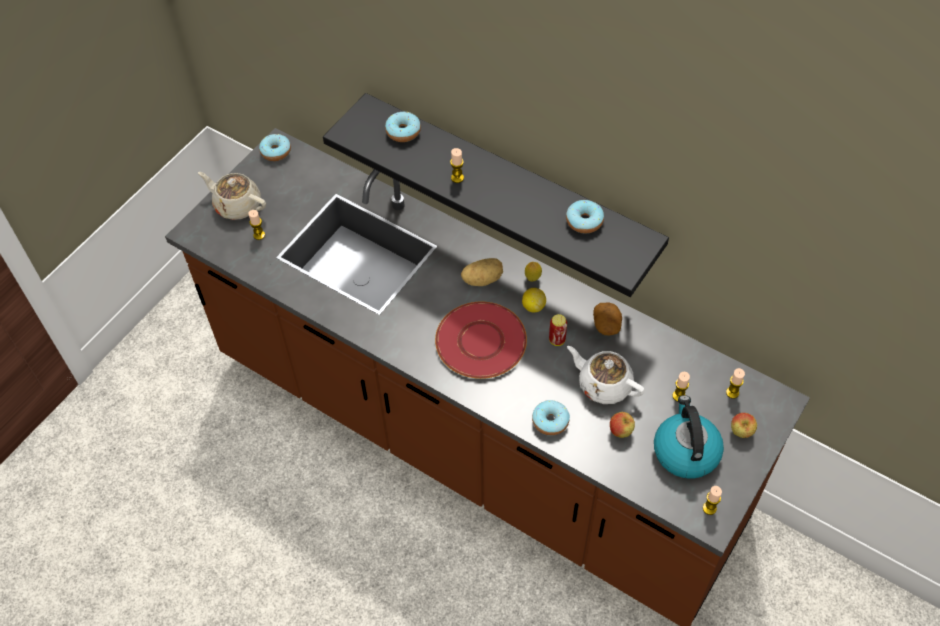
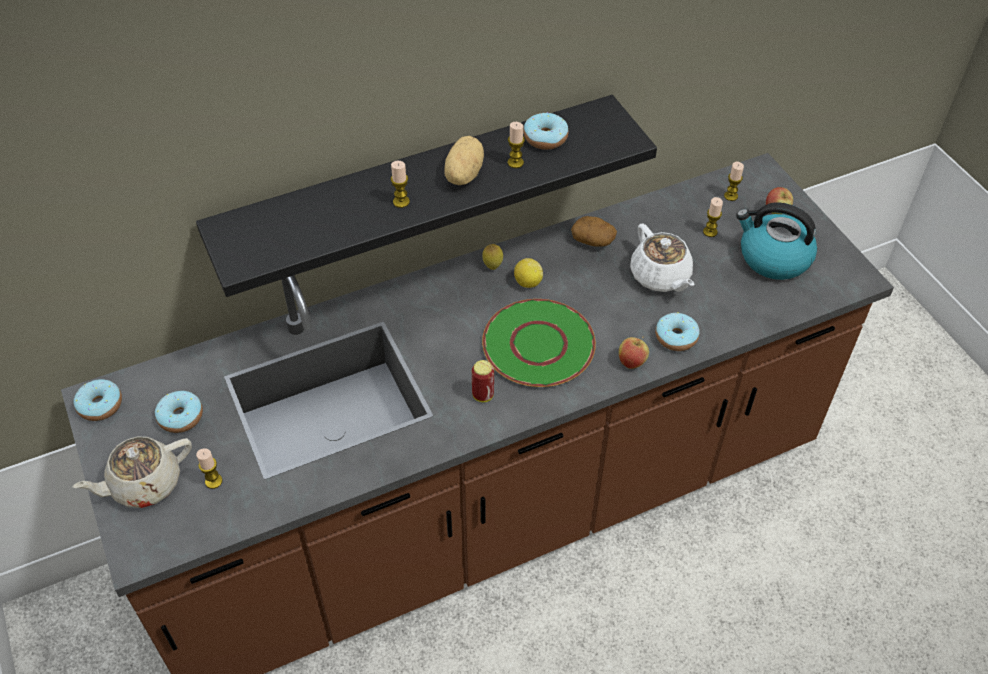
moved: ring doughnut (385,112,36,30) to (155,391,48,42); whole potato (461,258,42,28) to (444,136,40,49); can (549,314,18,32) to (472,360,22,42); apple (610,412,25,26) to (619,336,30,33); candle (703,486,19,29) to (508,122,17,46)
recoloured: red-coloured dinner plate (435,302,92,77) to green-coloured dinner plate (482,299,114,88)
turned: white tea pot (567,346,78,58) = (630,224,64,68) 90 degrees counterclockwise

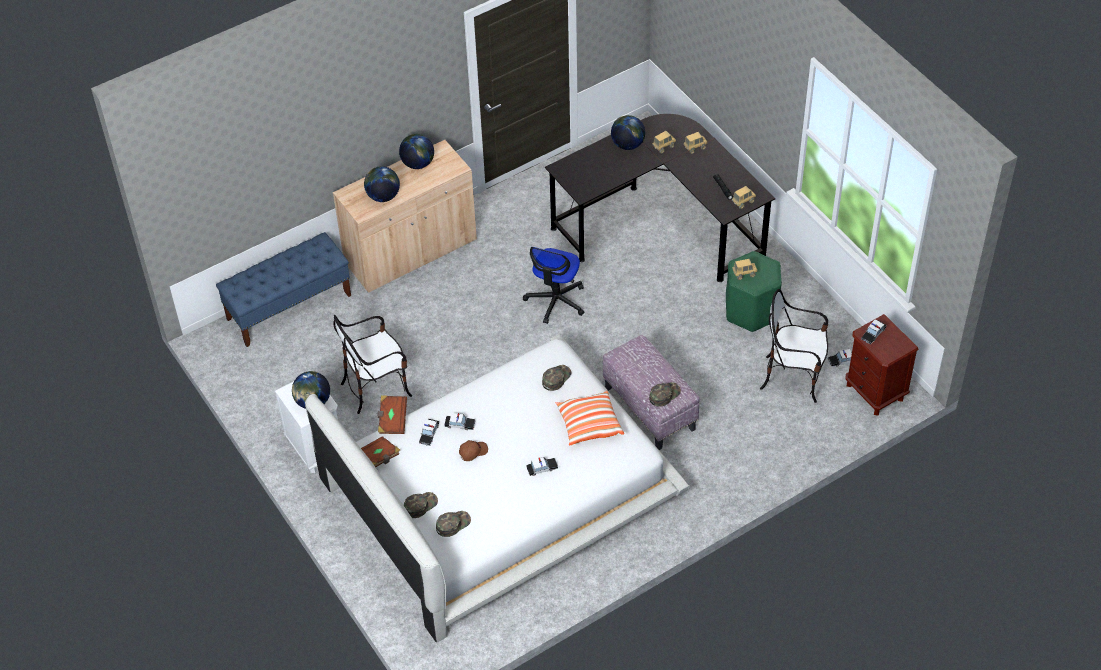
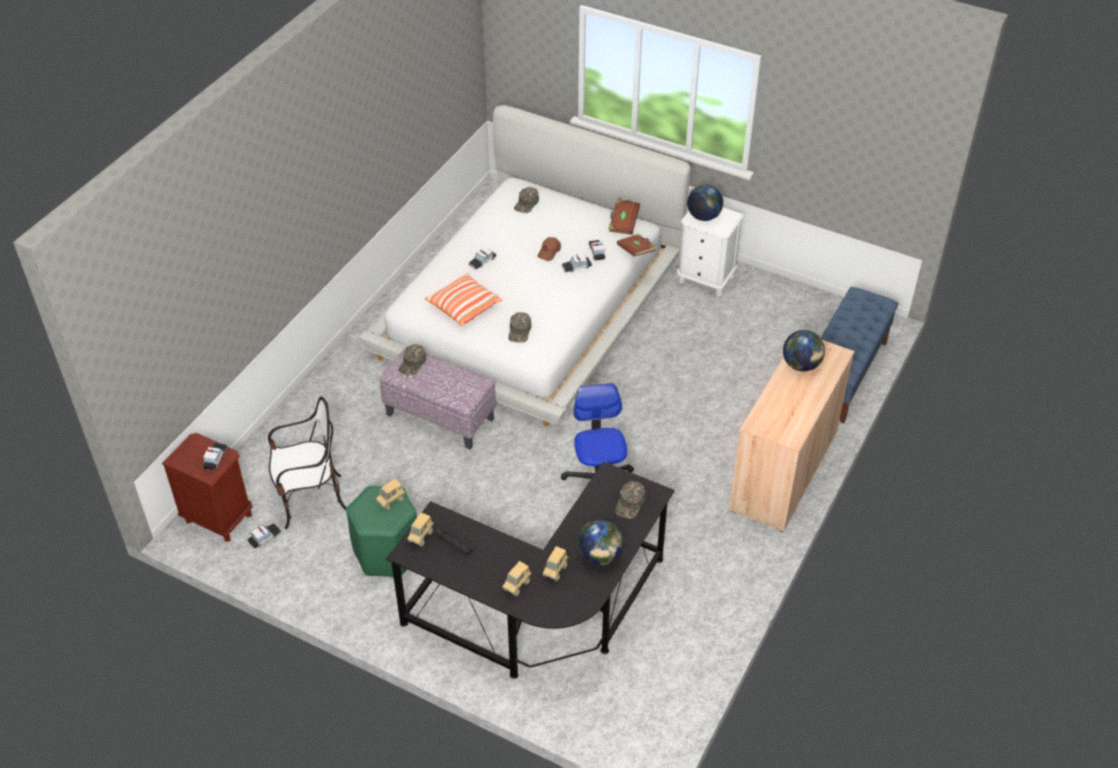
removed: world globe (399,134,35,35); upright chair (333,315,79,99)
moved: green-coloured cap (404,492,34,26) to (615,481,30,38)

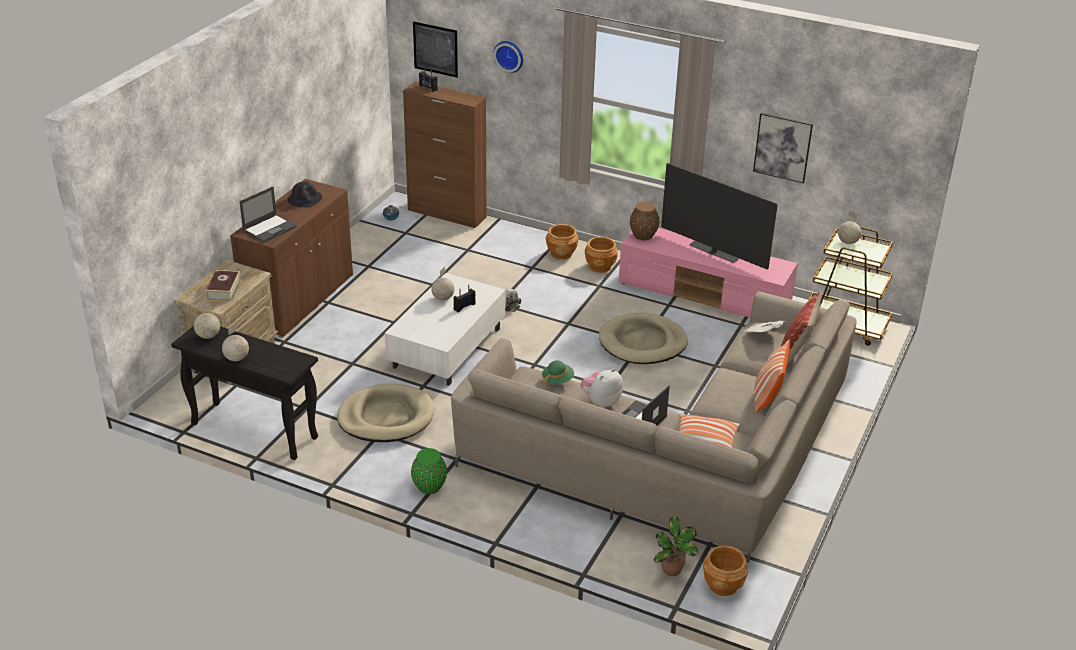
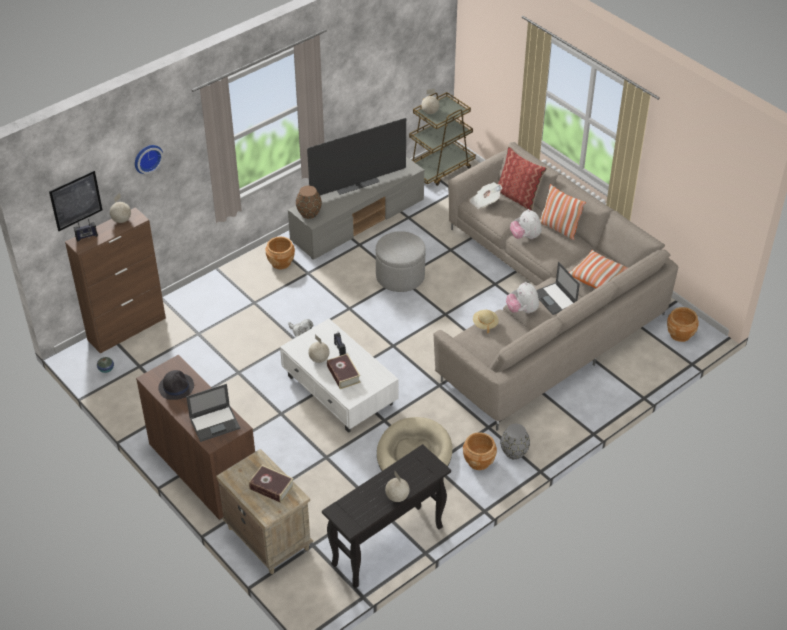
removed: picture (753,113,60,70); plant in a pot (654,516,44,60)
added: cuddly toy (510,209,32,30); volume (327,354,34,35)
moved: brownish flower pot (546,224,32,36) to (463,432,34,38); world globe (194,303,26,36) to (110,193,21,30)
replaced: sand-coloured pet bed (599,313,89,51) to gray ottoman (376,231,50,61)
recoloured: pinkish tv unit (619,228,179,90) to gray tv unit (288,157,136,102); green-coloured clothing hat (542,360,32,25) to sand-coloured clothing hat (473,310,26,23); green-coloured decorative vase (411,448,36,46) to gray decorative vase (500,424,30,36)
turned: notebook computer (239,187,58,56) = (186,384,54,58) 90 degrees clockwise

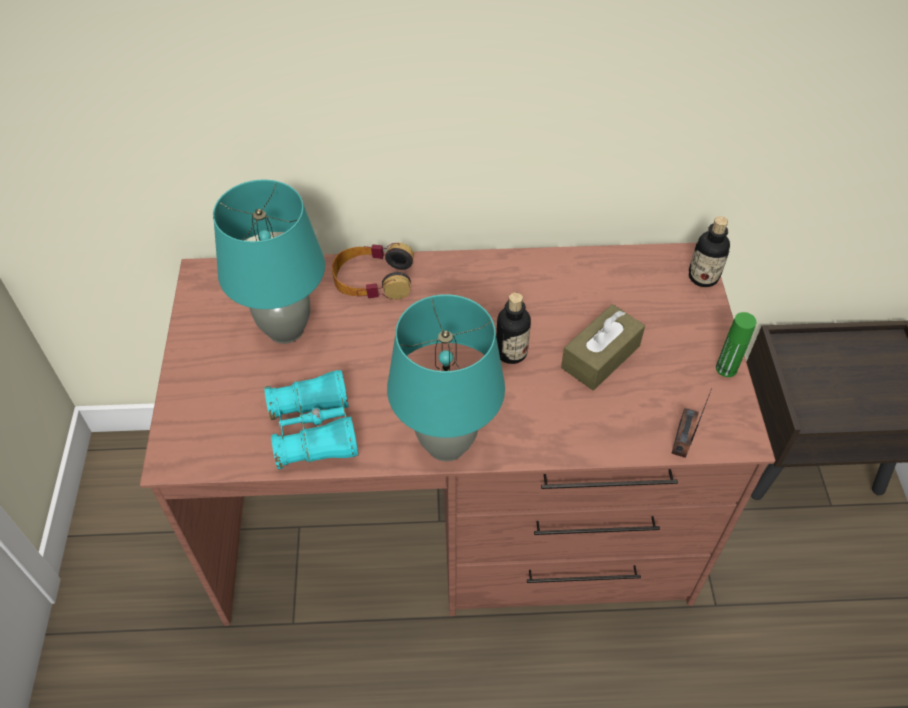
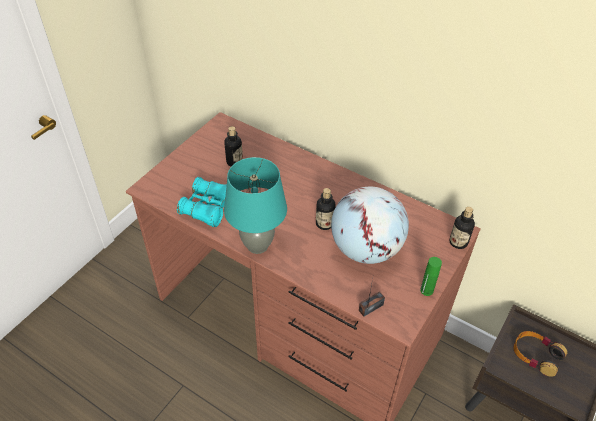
moved: headset (332,243,82,57) to (513,331,55,46)
replaced: turquoise tabletop lamp (213,179,112,165) to beverage bottle (224,126,19,40); brownish box of tissues (561,304,84,86) to world globe (331,187,78,77)

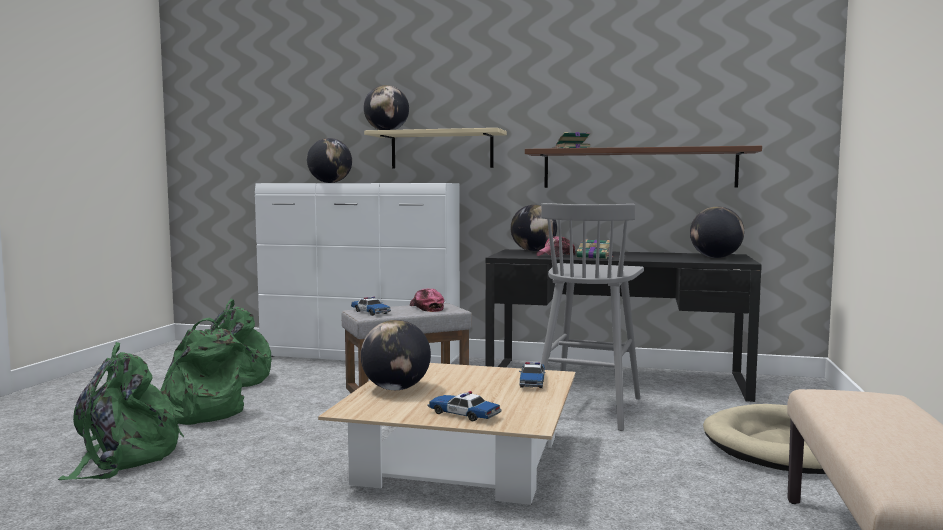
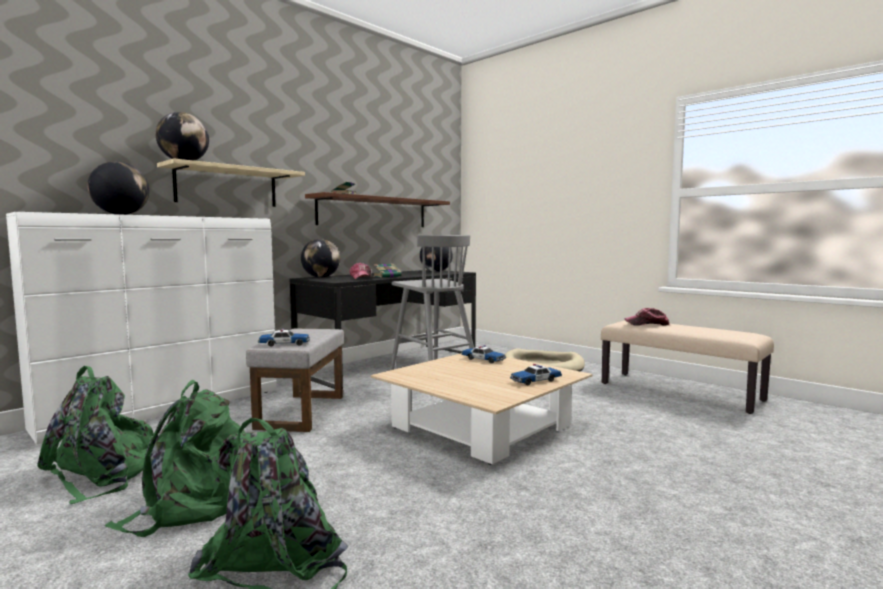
removed: world globe (360,320,71,70)
moved: cap (410,289,34,23) to (625,308,44,18)

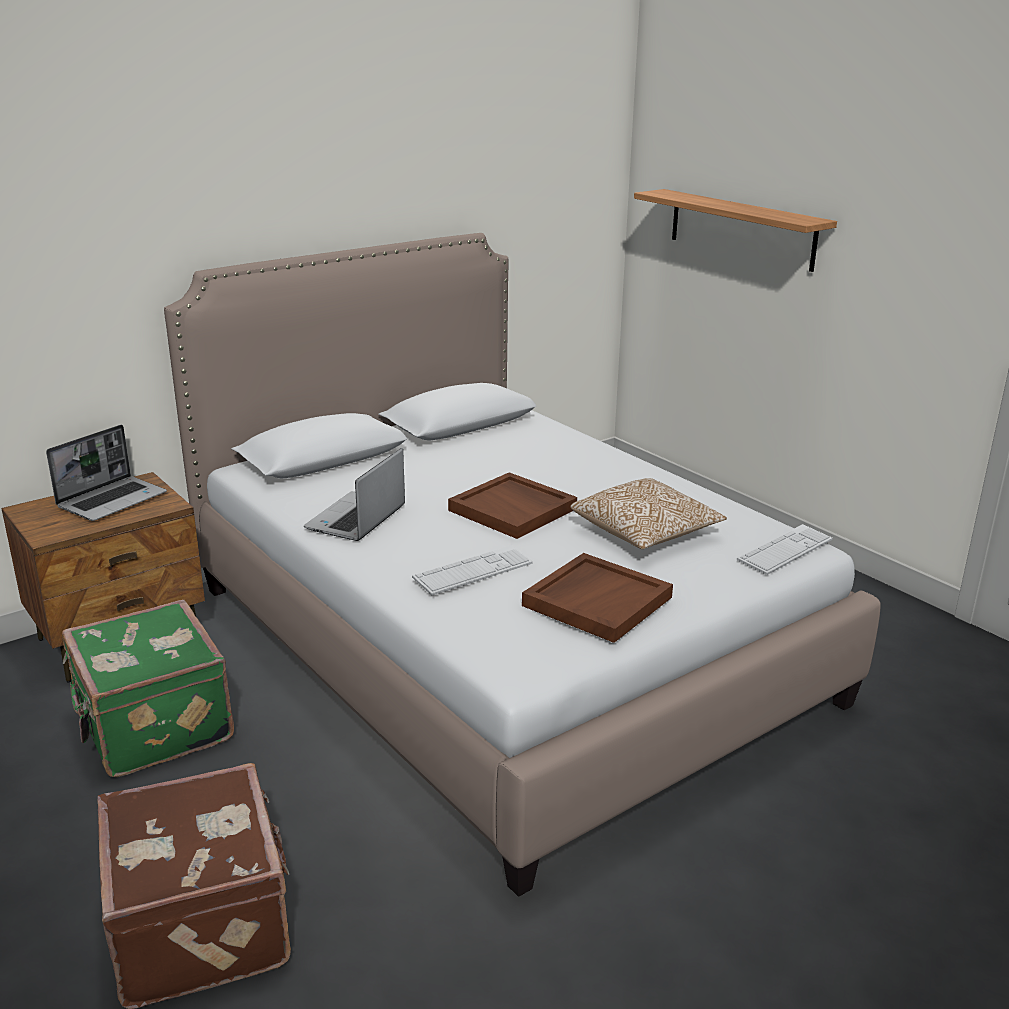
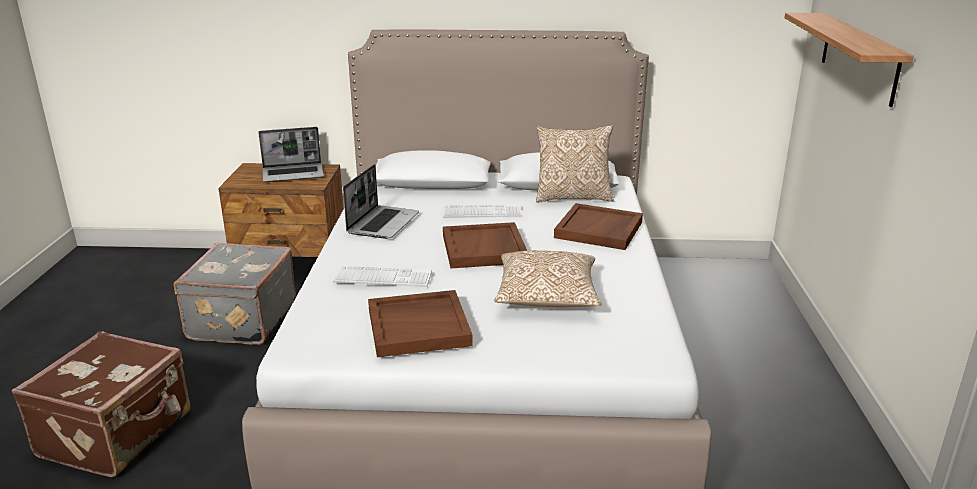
added: throw pillow (536,125,78,78); brownish carrying tray (554,203,89,47)
moved: keyboard (737,524,96,51) to (443,204,79,14)
recoloured: green-coloured travel case (62,600,172,177) to gray travel case (174,242,122,103)
turned: notebook computer (304,448,101,93) = (343,164,76,75) 135 degrees clockwise

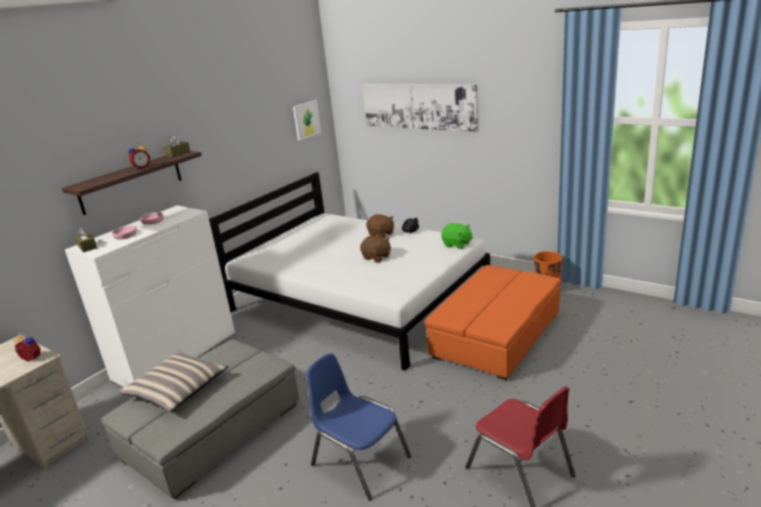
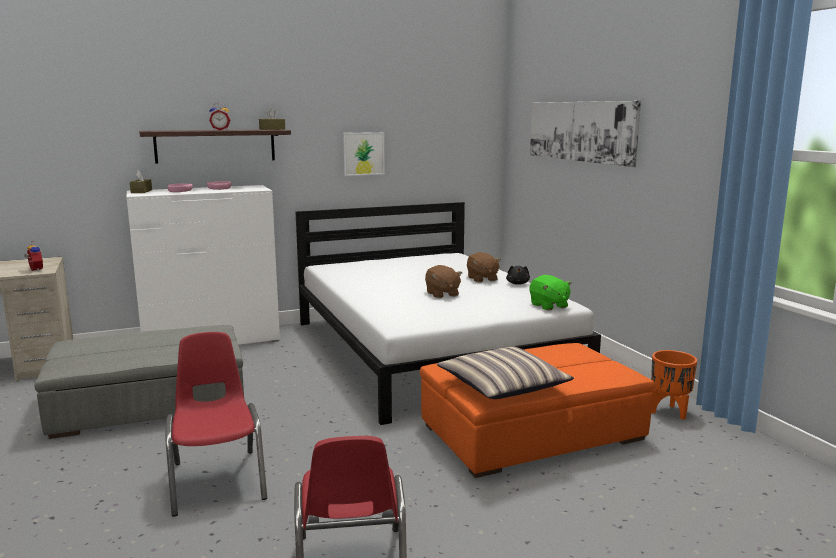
moved: picture (293,100,28,41) to (343,132,42,44); throw pillow (119,351,109,61) to (437,347,137,52)
recoloured: bluish upright chair (306,353,105,148) to red-coloured upright chair (165,332,102,185)

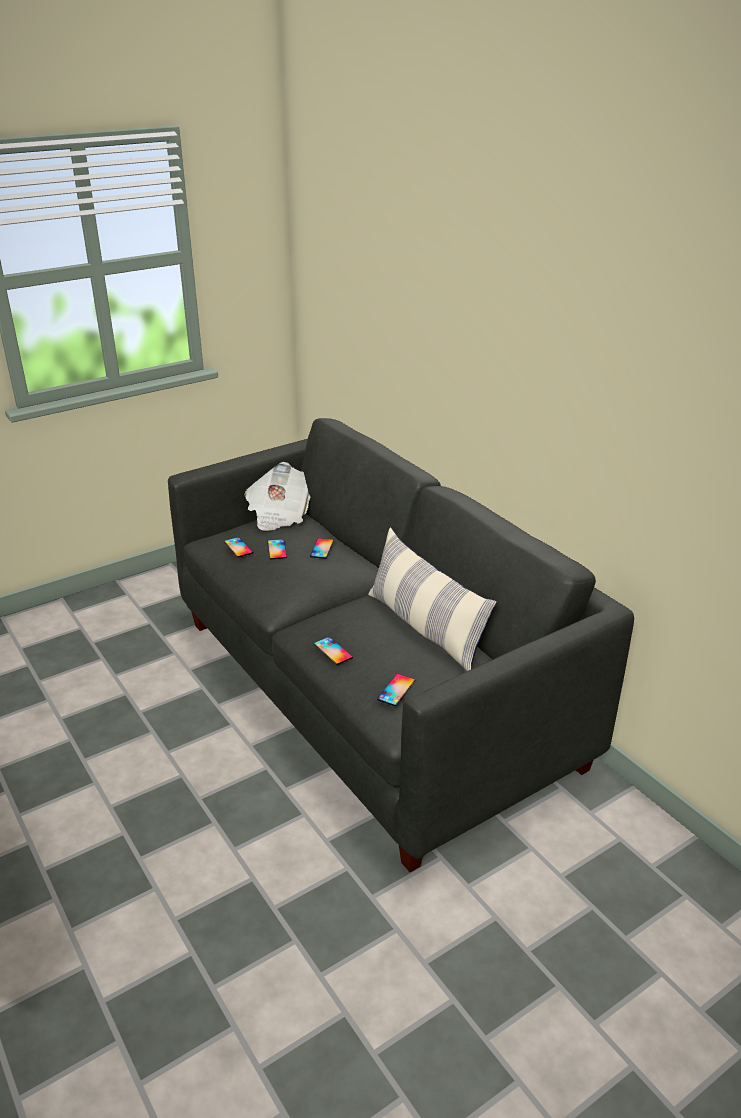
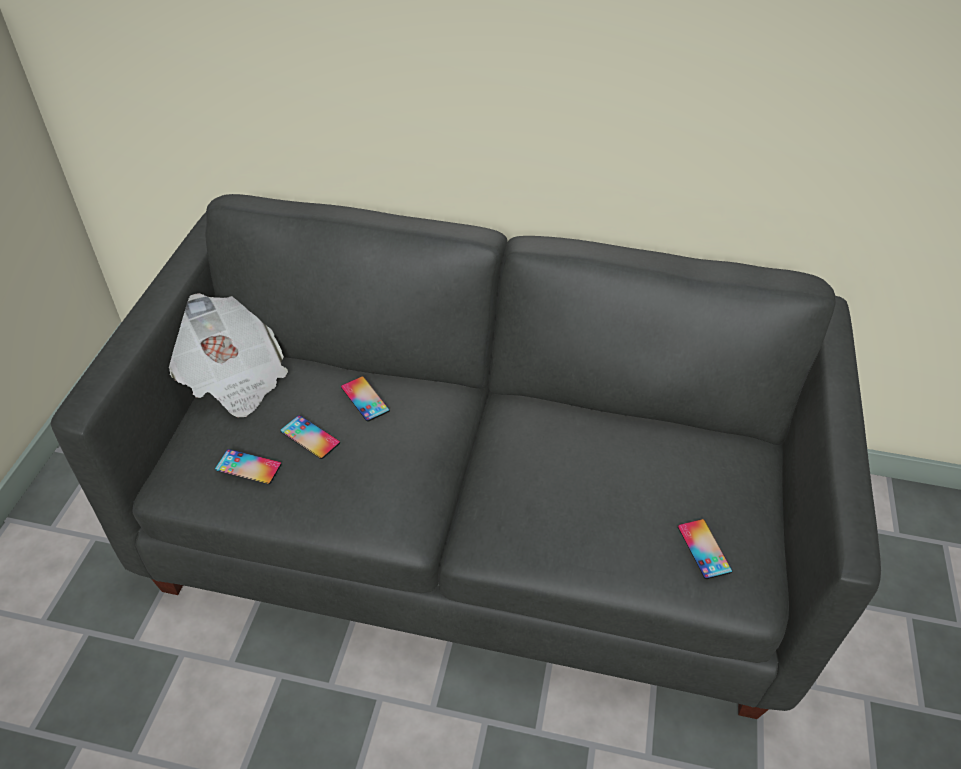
removed: throw pillow (368,527,129,144); handset (314,637,39,28)

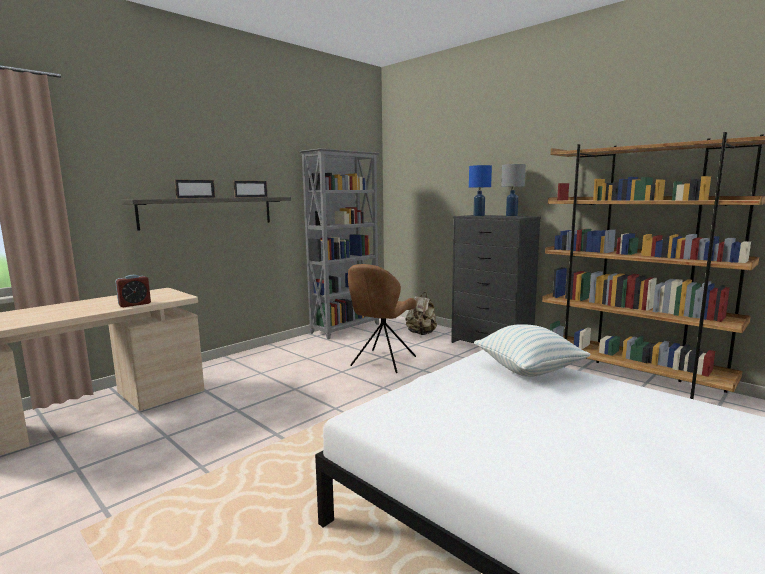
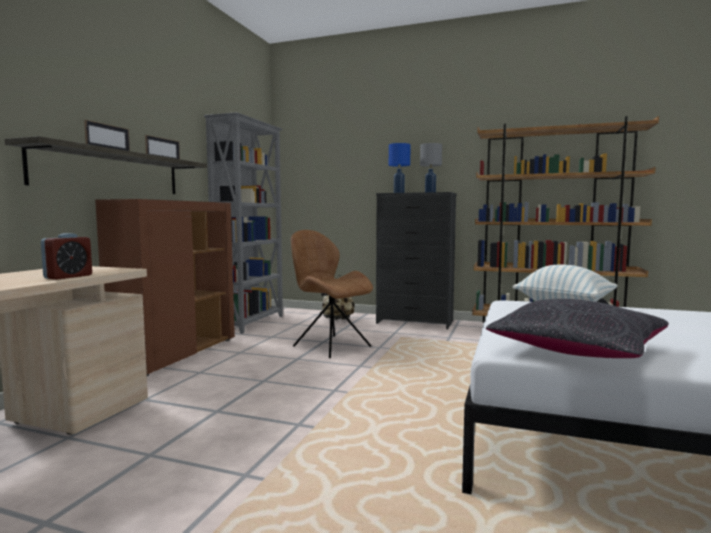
added: brownish storage cabinet (95,199,140,177); blackish throw pillow (486,299,183,59)
turned: brownish upright chair (348,264,69,109) = (291,230,82,128) 135 degrees clockwise

